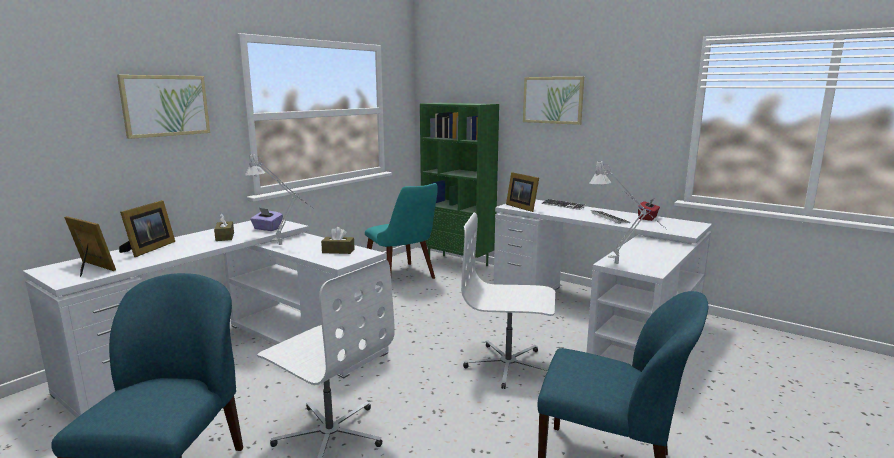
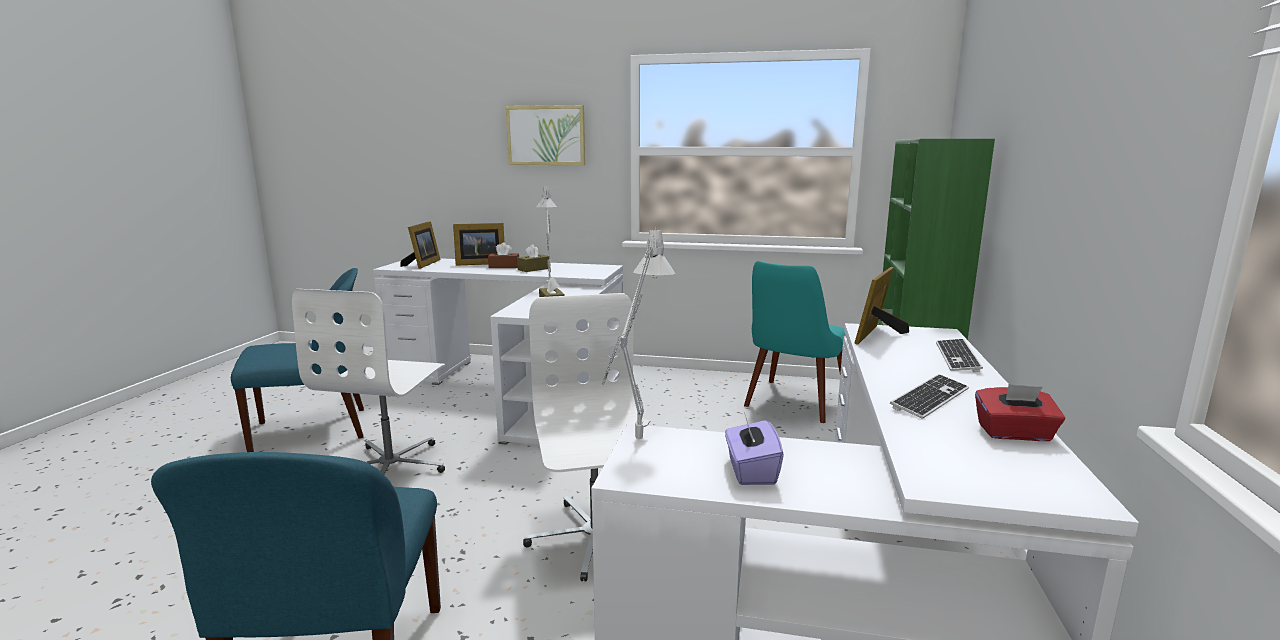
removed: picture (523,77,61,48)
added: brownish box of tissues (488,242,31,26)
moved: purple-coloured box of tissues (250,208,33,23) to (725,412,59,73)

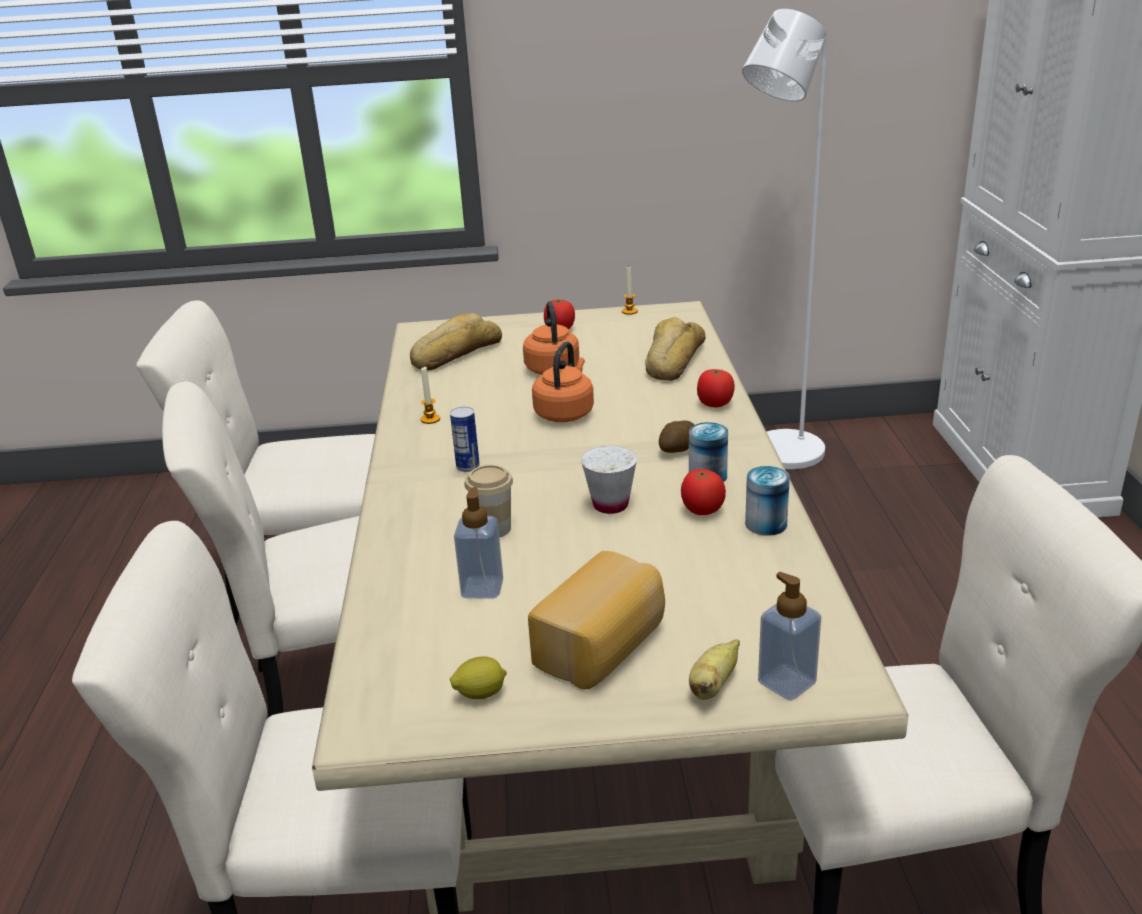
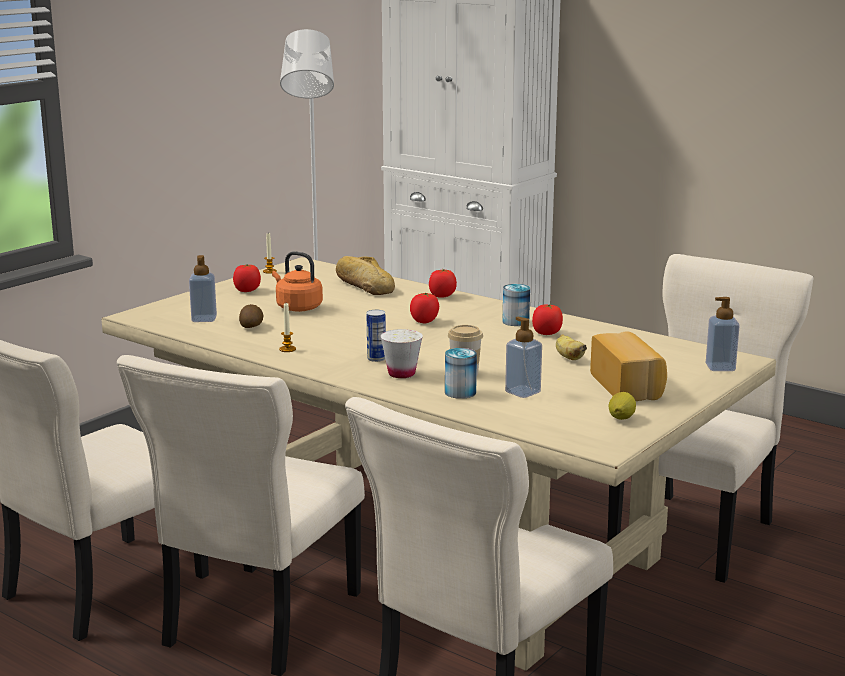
removed: orange-coloured tea kettle (532,341,62,81)
added: whole tomato (410,293,29,30)
moved: whole potato (659,421,35,32) to (239,304,25,24); white drinking cup (581,446,56,68) to (381,329,42,49); can (745,466,45,70) to (445,348,32,51); banana fruit (689,639,51,61) to (556,334,31,26)
replaced: bakery bread (410,313,92,58) to liquid soap bottle (189,255,28,67)

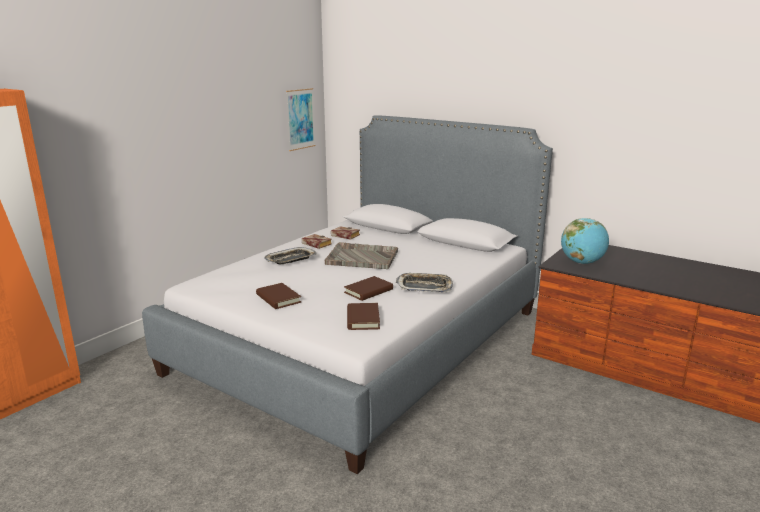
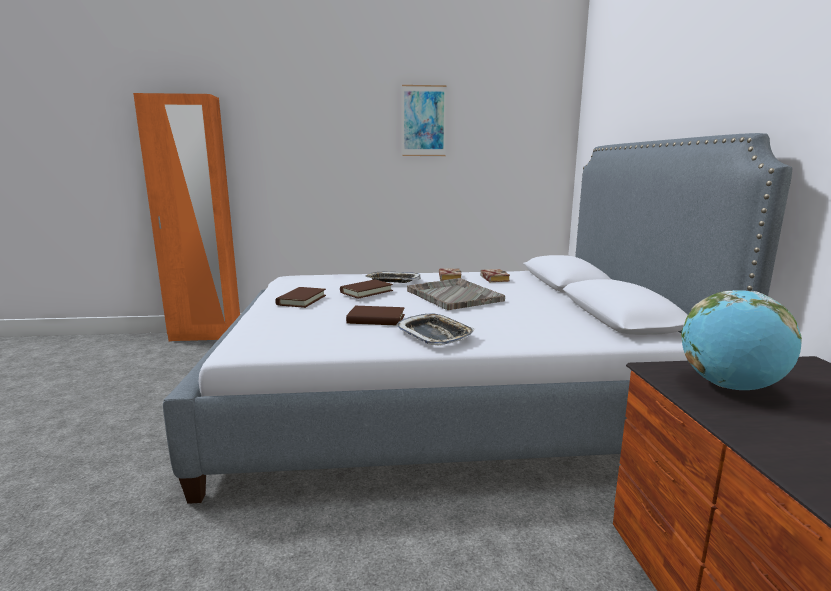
moved: picture (286,88,29,63) to (402,85,45,71); brownish volume (347,303,33,27) to (340,280,53,19)

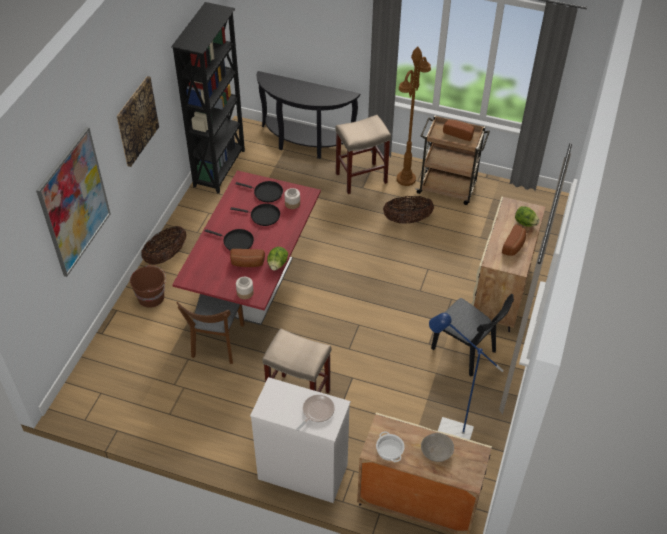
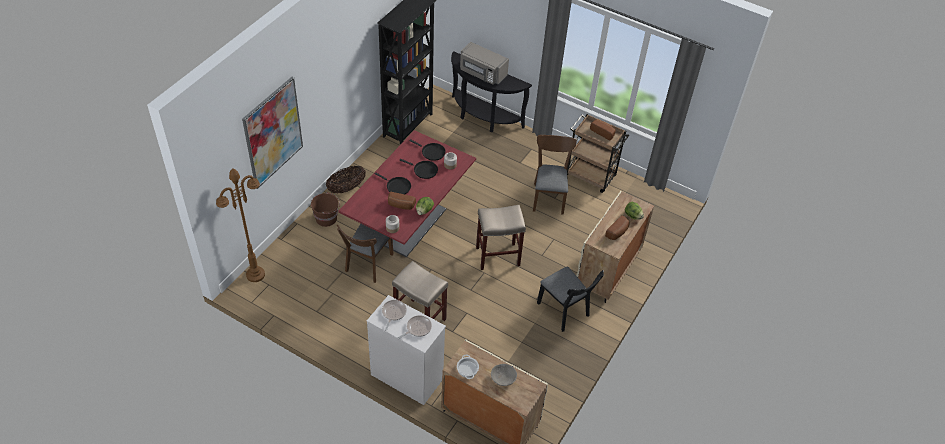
removed: picture (117,76,42,91); bluish standard lamp (429,313,75,127)
added: gray microwave (460,42,49,43); frying pan (382,300,25,30)
moved: brownish standard lamp (397,46,34,140) to (216,168,49,114); sand-coloured stool (335,115,56,79) to (476,205,50,65)
replaced: basket (383,196,51,28) to brownish upright chair (533,135,44,80)

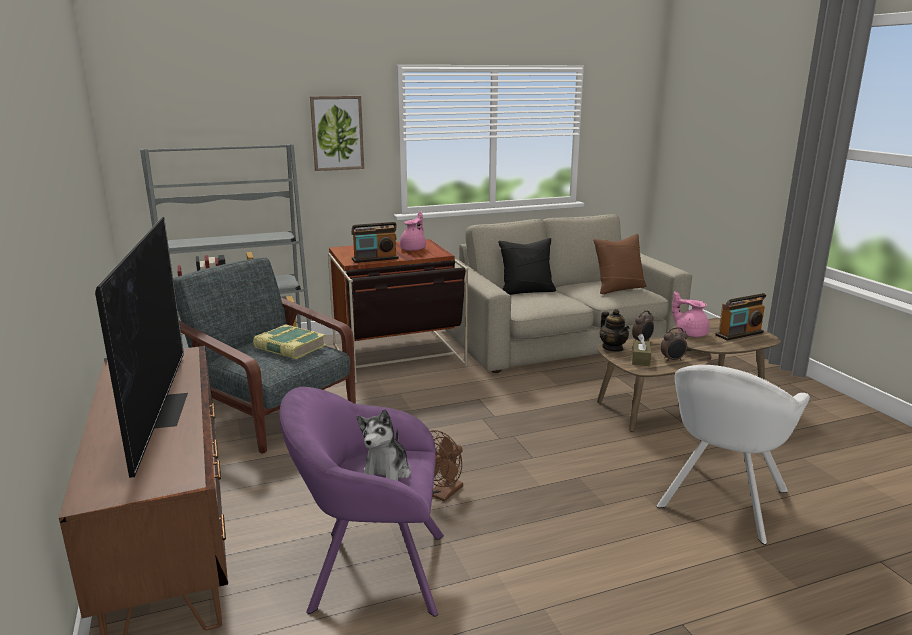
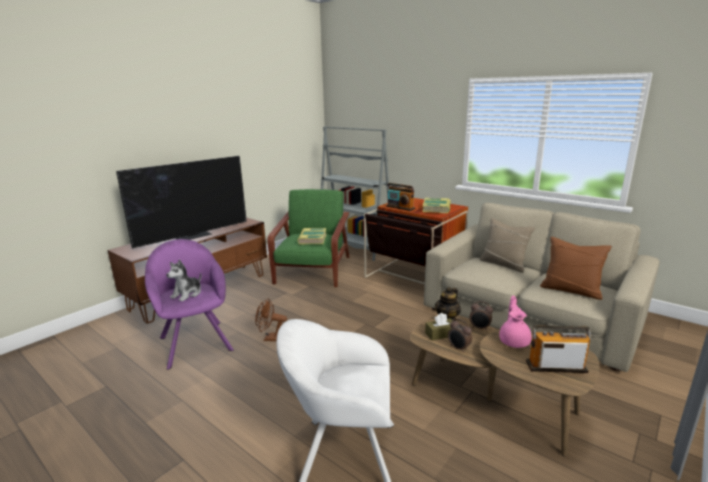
removed: picture (310,96,54,75)
replaced: pinkish tea pot (400,211,26,40) to volume (423,198,28,16)
recoloured: blackish throw pillow (498,238,58,57) to sand-coloured throw pillow (479,218,56,55); gray easy chair (173,258,183,196) to green-coloured easy chair (267,189,82,98)
turned: radio set (715,293,51,48) = (526,325,66,48) 150 degrees clockwise; cuddly toy (357,409,54,72) = (166,260,35,41) 45 degrees counterclockwise

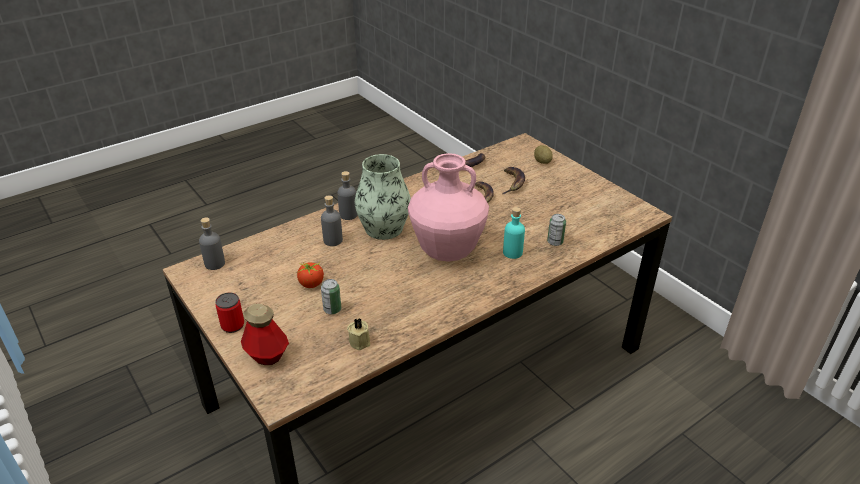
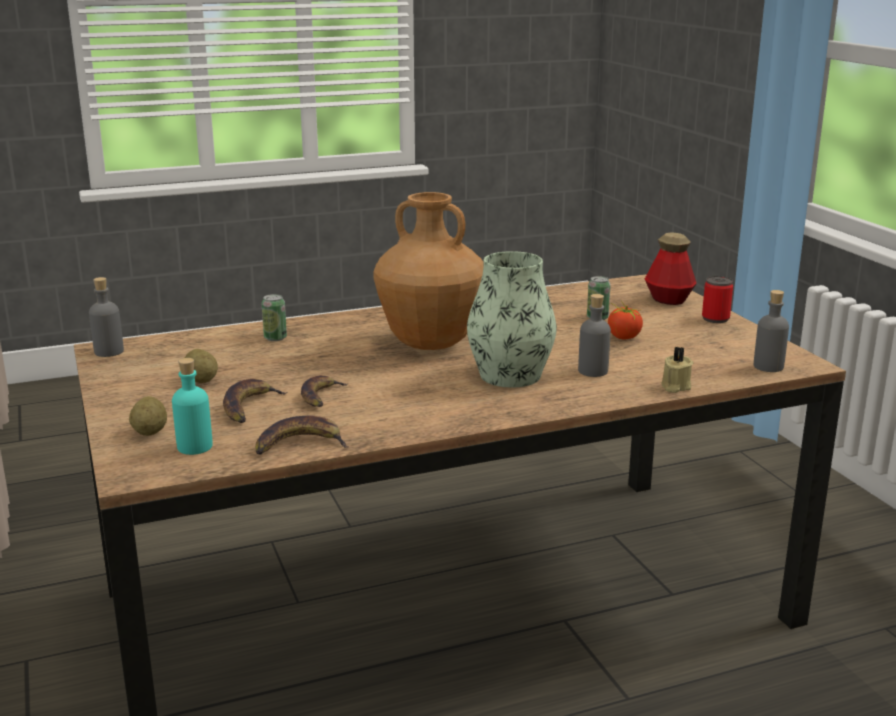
added: whole potato (185,349,33,34)
moved: gray beverage bottle (337,171,20,49) to (89,277,35,80); turquoise beverage bottle (503,207,22,52) to (172,358,41,97); sand-coloured candle (347,318,24,32) to (661,346,32,47)
recoloured: pinkish decorative vase (408,153,81,109) to brownish decorative vase (373,192,111,158)

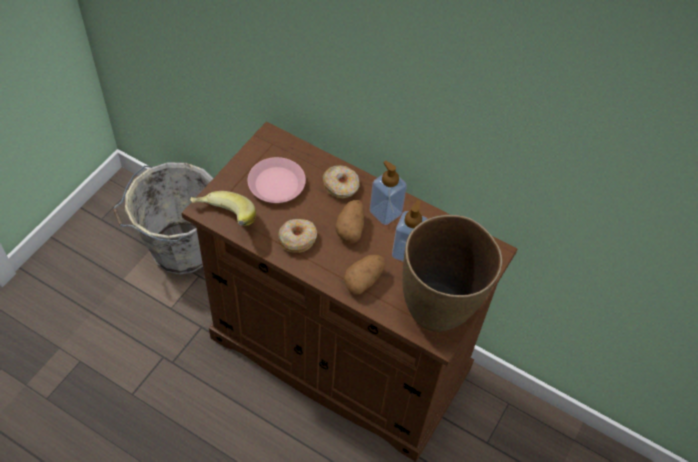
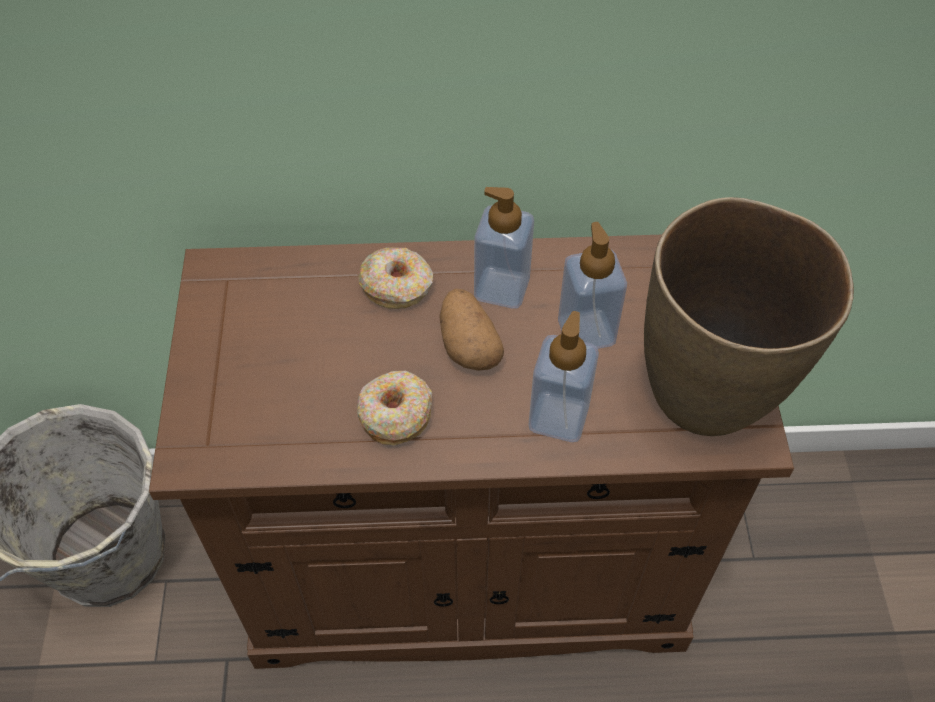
removed: pinkish dinner plate (248,157,58,46); banana fruit (190,191,66,35)
replaced: whole potato (344,255,41,40) to liquid soap bottle (529,311,70,131)

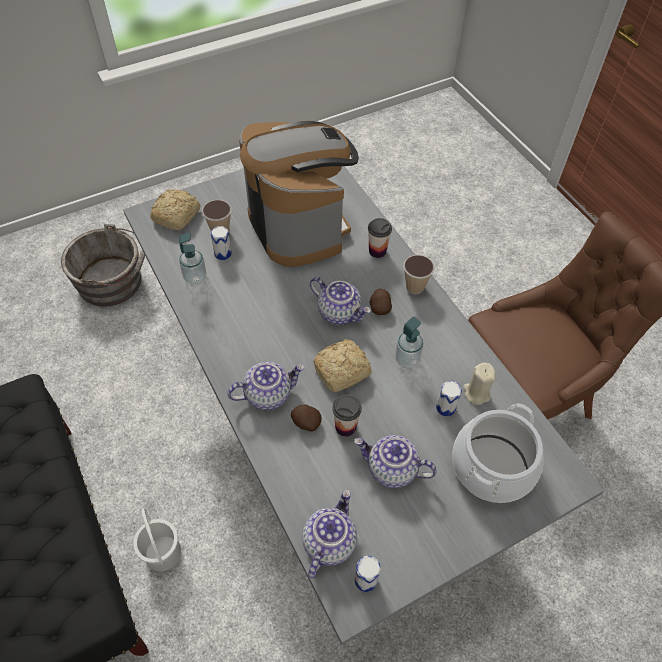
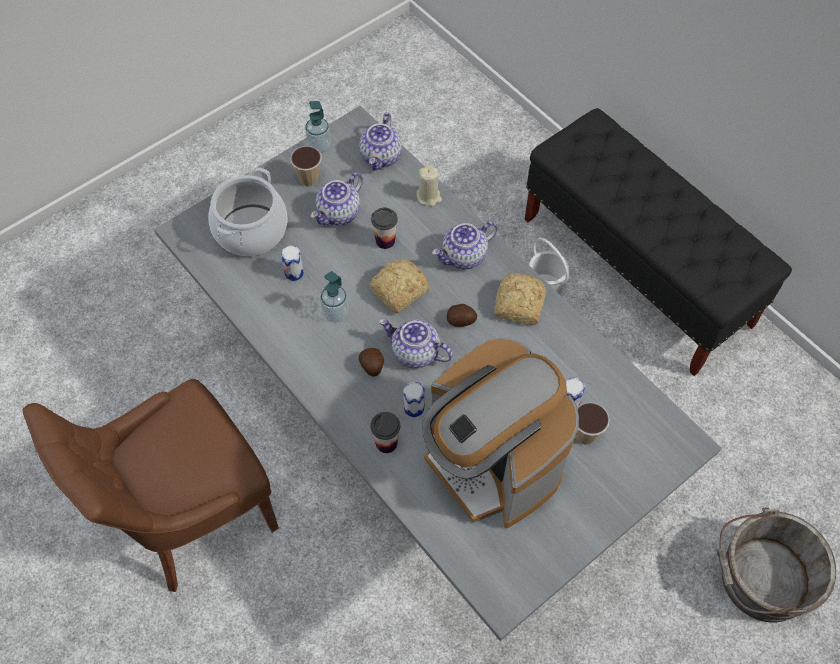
moved: bakery bread (150,189,51,42) to (494,273,52,52); liquid soap bottle (179,233,28,52) to (305,101,26,52); drinking cup (403,255,32,39) to (290,146,32,41); sand-coloured candle (463,363,33,42) to (416,165,26,42); whole potato (291,405,31,27) to (447,304,30,23); can (355,556,25,36) to (403,382,22,35)
turned: tea pot (354,435,83,53) = (311,172,52,54) 120 degrees clockwise

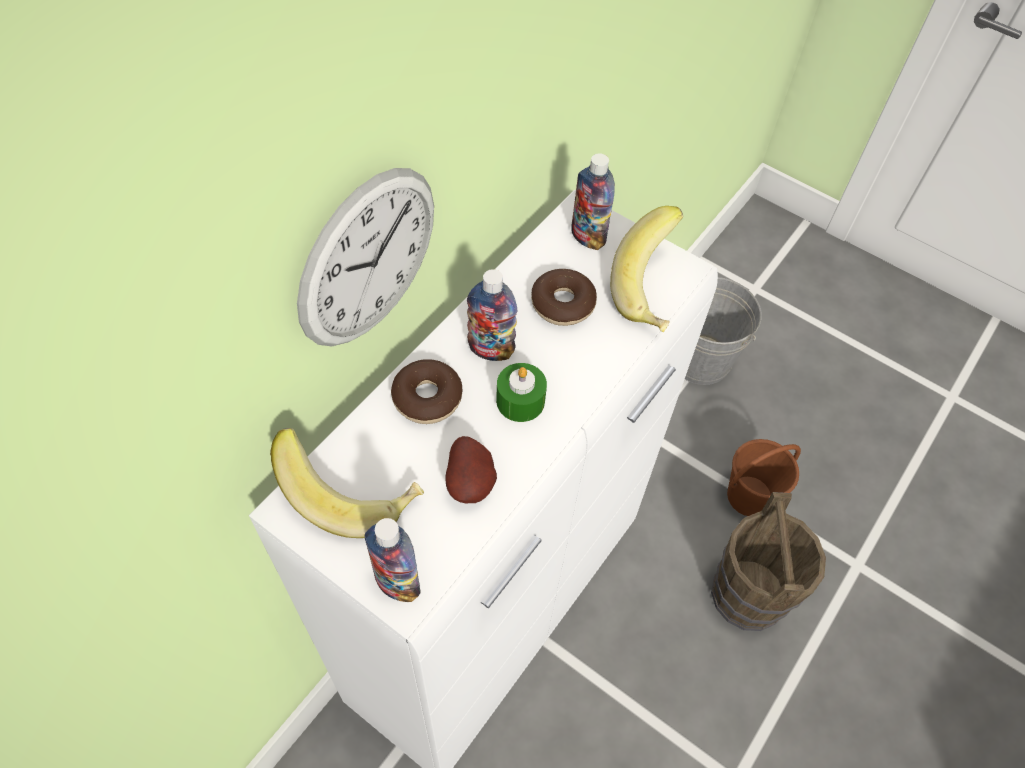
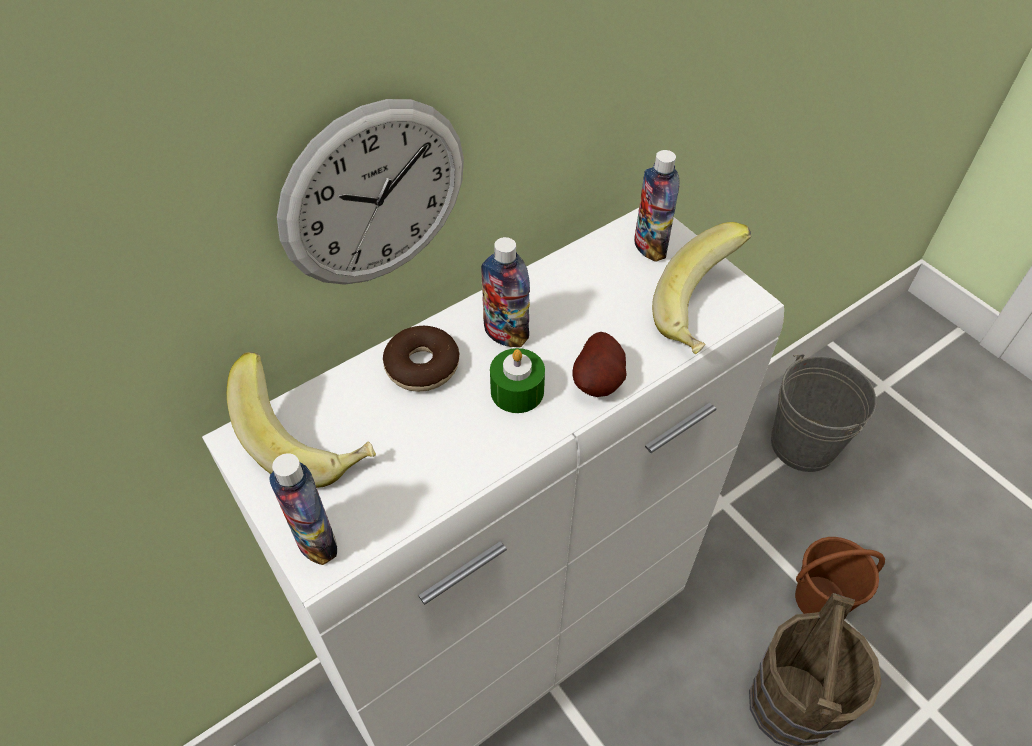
removed: ring doughnut (531,269,66,57)
moved: whole potato (445,436,52,68) to (573,332,54,65)

